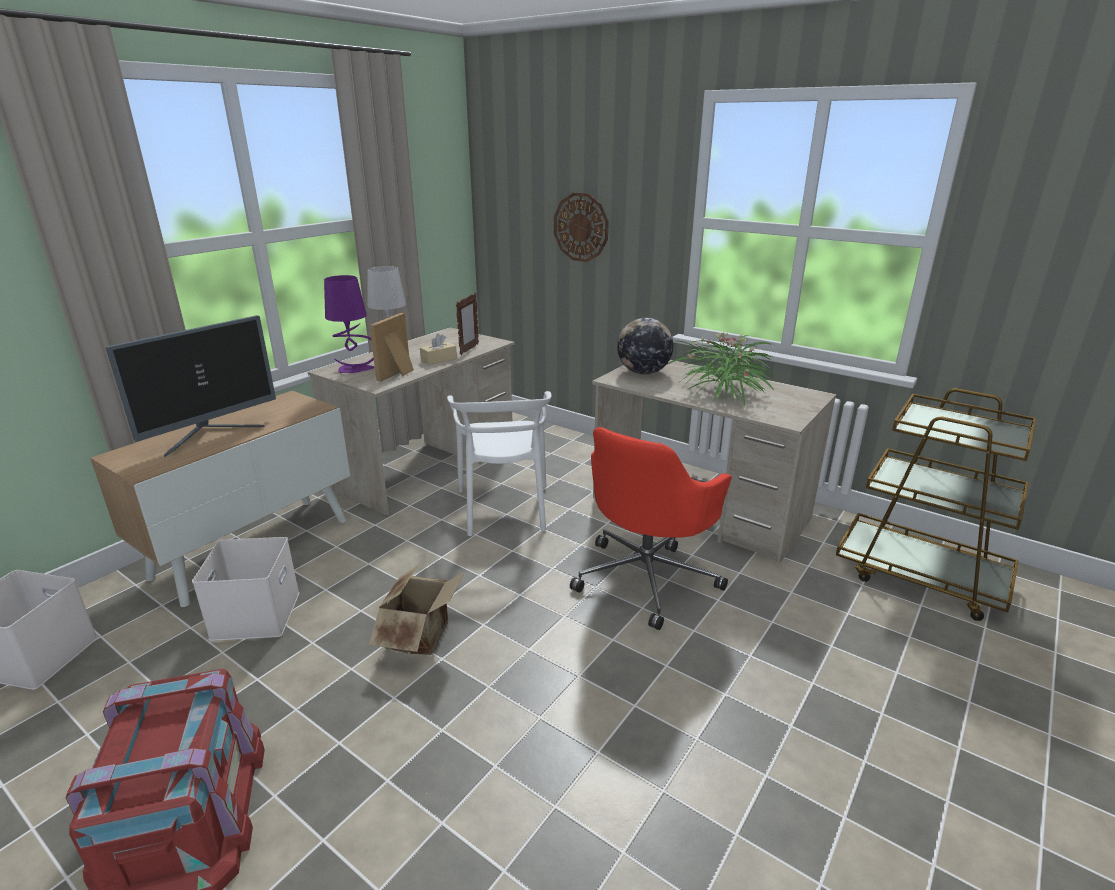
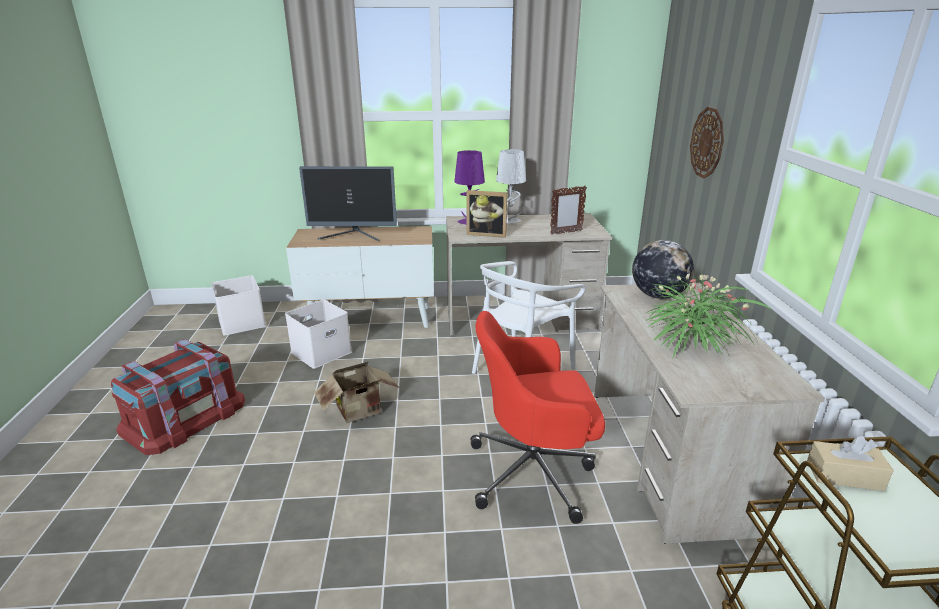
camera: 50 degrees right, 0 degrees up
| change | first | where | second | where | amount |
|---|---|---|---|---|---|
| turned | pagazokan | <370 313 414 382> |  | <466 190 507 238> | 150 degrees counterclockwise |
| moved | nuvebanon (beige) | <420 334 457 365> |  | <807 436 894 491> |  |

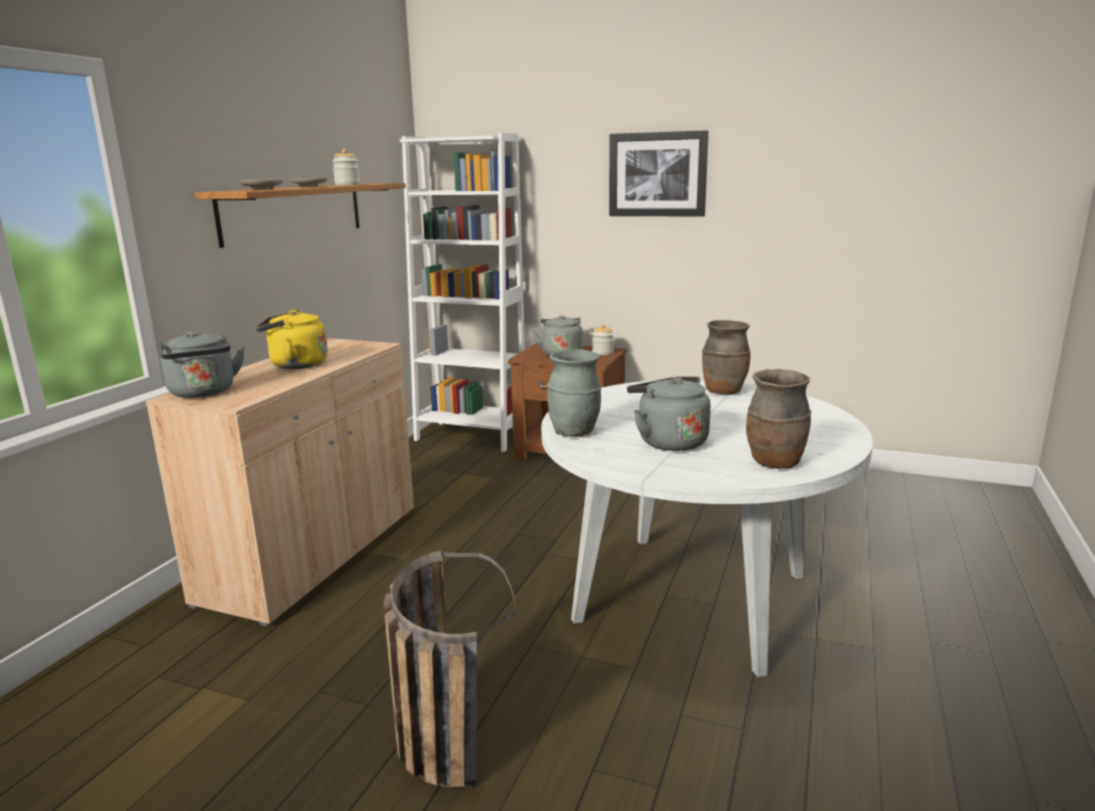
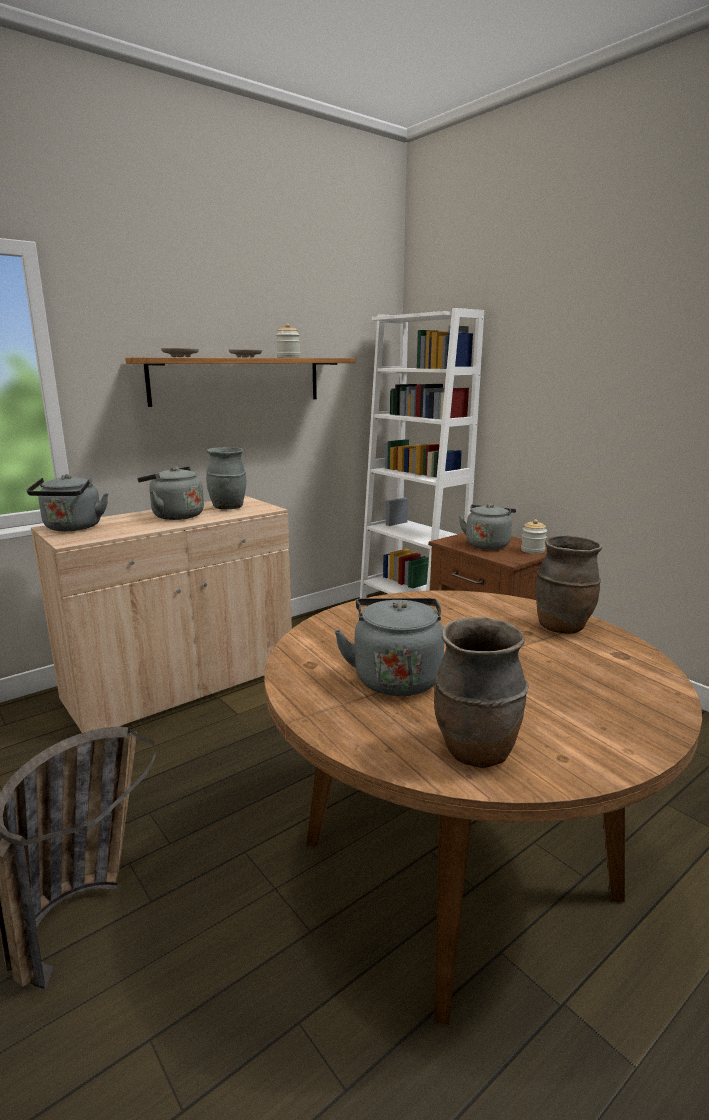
camera: 30 degrees right, 0 degrees up
| change | first | where | second | where | amount |
|---|---|---|---|---|---|
| recoloured | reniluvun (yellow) | <256 309 328 369> | reniluvun (grey) | <137 466 204 520> |  |
| moved | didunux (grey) | <547 349 601 437> |  | <206 447 246 509> |  |
| recoloured | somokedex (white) | <541 380 873 678> | somokedex (brown) | <264 590 702 1025> |  |
| removed | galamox | <609 130 709 217> |  |  |  |

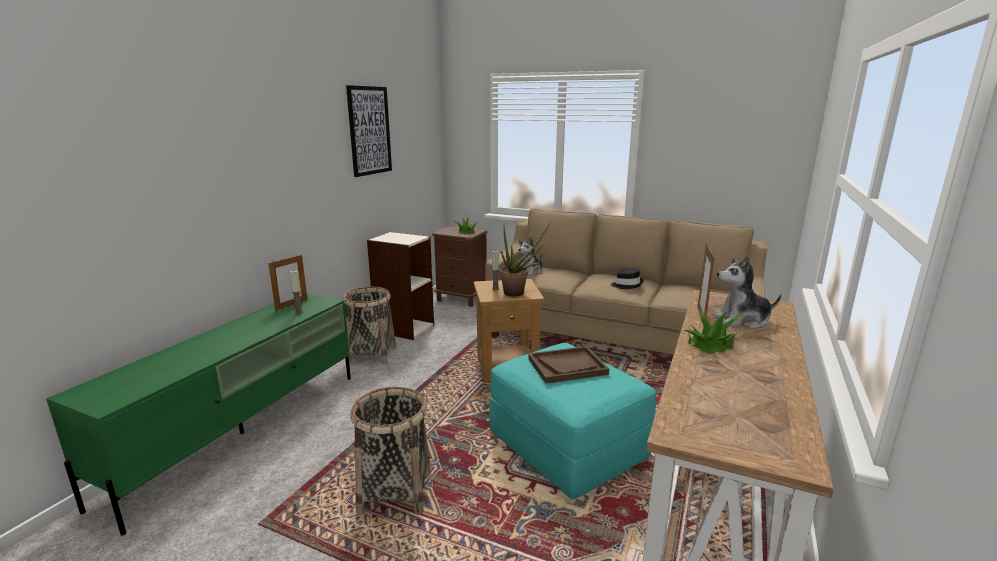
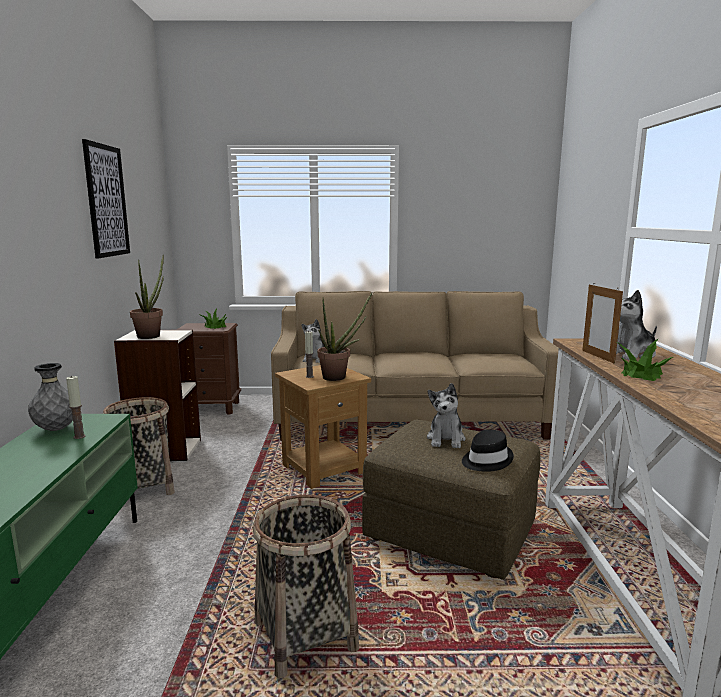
camera: 25 degrees left, 5 degrees down
| change | first | where | second | where | amount |
|---|---|---|---|---|---|
| replaced | pagazokan | <268 254 308 311> | didunux (grey) | <28 363 73 431> |  |
| added |  |  | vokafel | <130 254 164 339> |  |
| recoloured | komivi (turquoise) | <489 343 656 500> | komivi (brown) | <362 420 540 580> |  |
| replaced | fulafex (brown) | <528 346 609 384> | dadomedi | <427 383 466 448> |  |
| moved | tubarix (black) | <611 267 644 289> |  | <462 430 514 472> |  |

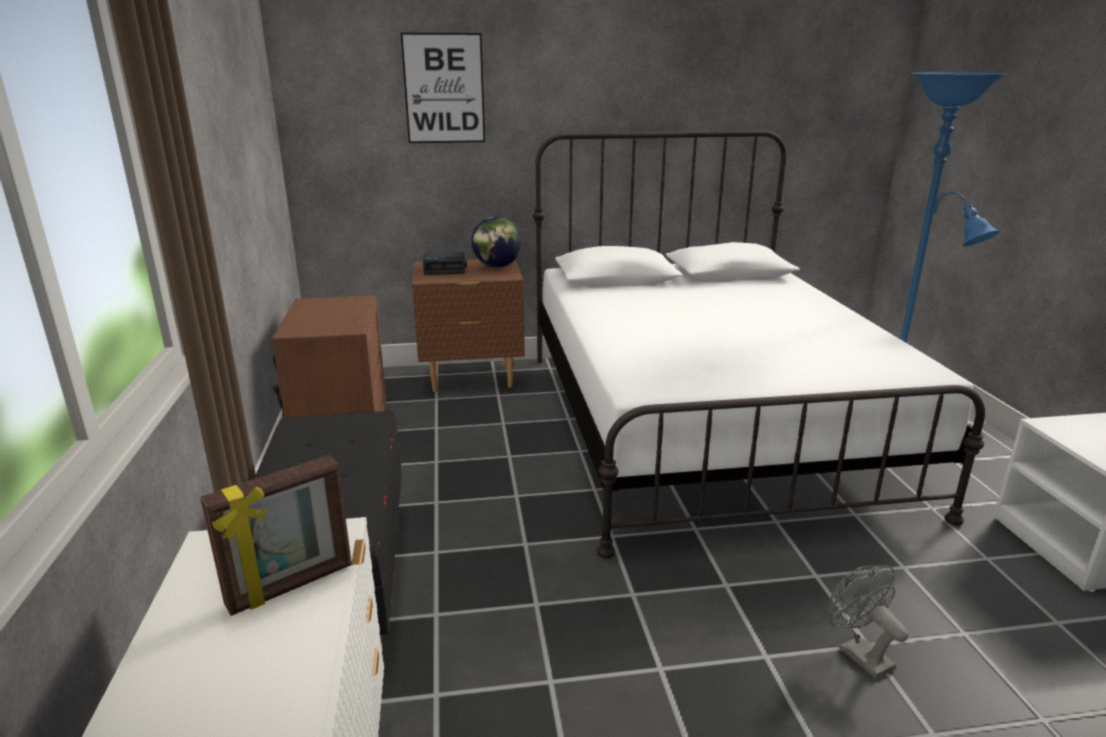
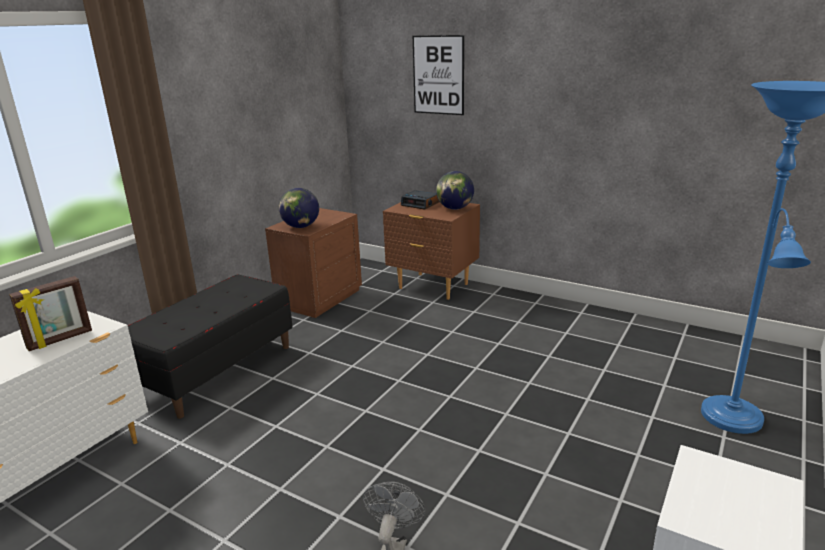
camera: 40 degrees right, 0 degrees up
| change | first | where | second | where | amount |
|---|---|---|---|---|---|
| turned | pagazokan | <200 455 352 616> |  | <9 276 92 351> | 45 degrees counterclockwise |
| added |  |  | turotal | <279 188 319 228> |  |
| removed | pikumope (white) | <533 130 985 558> |  |  |  |

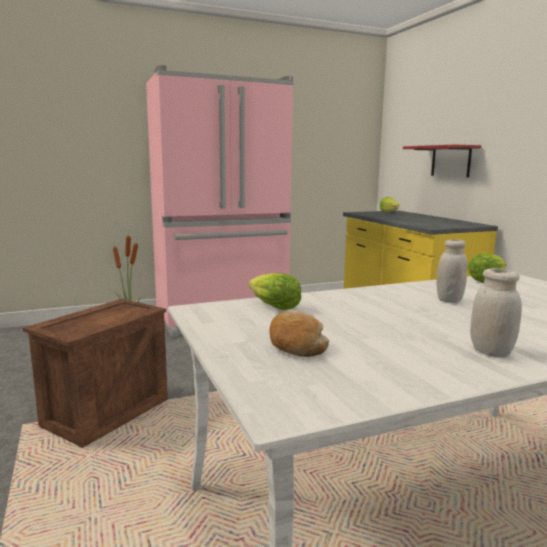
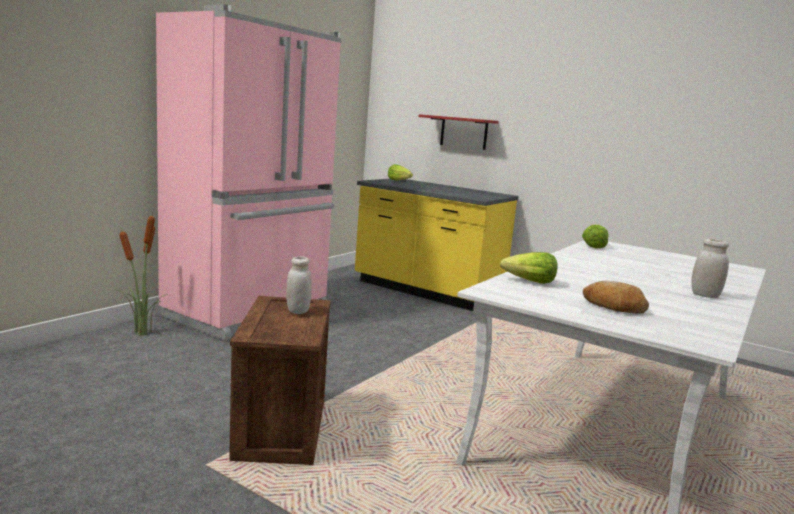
camera: 35 degrees left, 0 degrees up
| change | first | where | second | where | amount |
|---|---|---|---|---|---|
| moved | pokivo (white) | <436 239 467 303> |  | <286 256 312 314> |  |

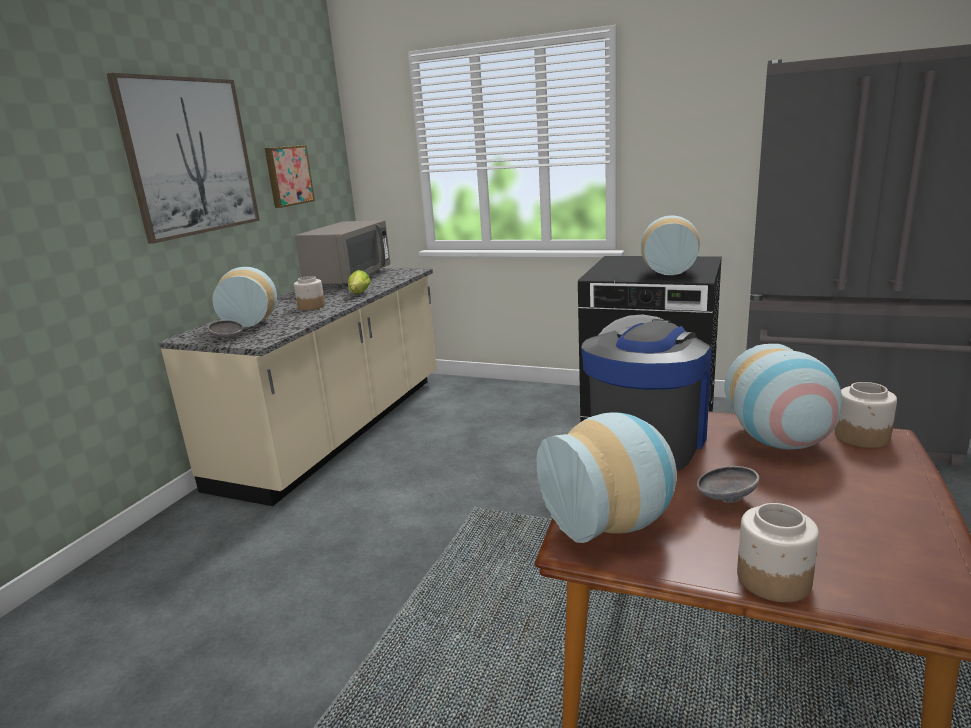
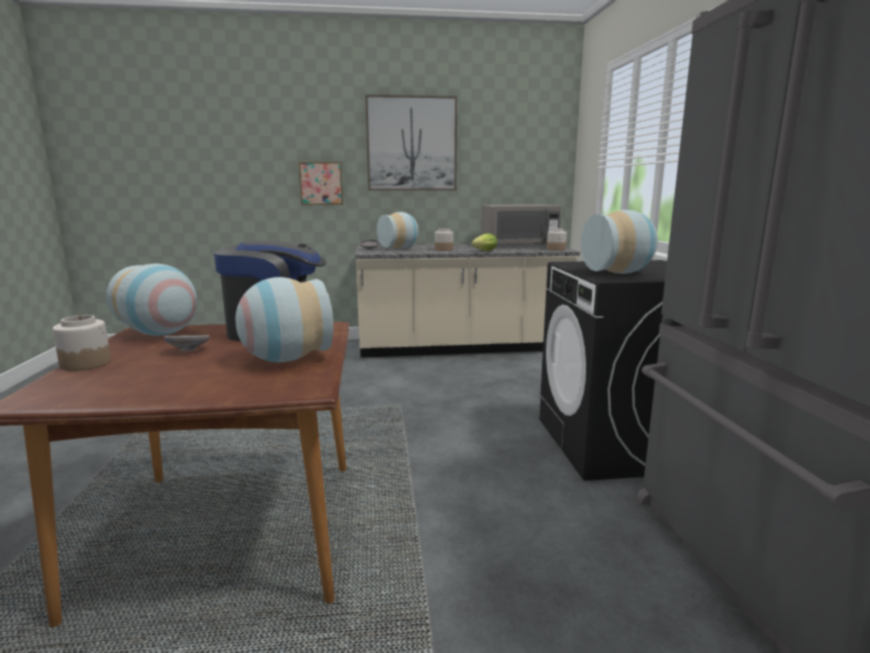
camera: 60 degrees right, 5 degrees down
| change | first | where | second | where | amount |
|---|---|---|---|---|---|
| moved | galamox | <265 145 315 208> |  | <299 162 343 205> |  |
| moved | pokivo | <835 382 897 448> |  | <547 229 567 251> |  |

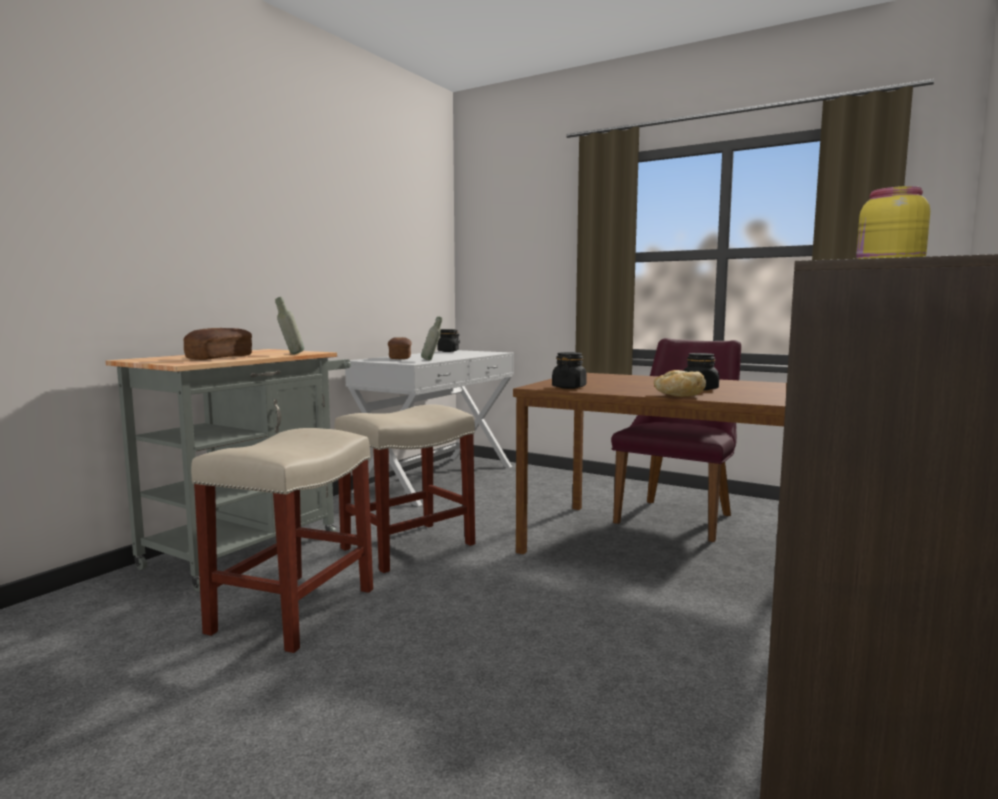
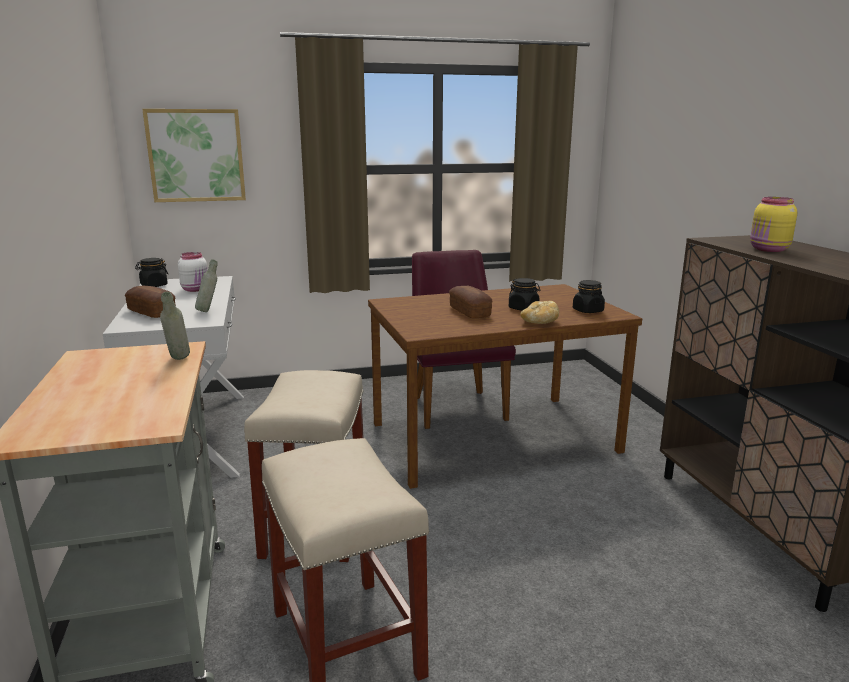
camera: 45 degrees left, 10 degrees up
| change | first | where | second | where | amount |
|---|---|---|---|---|---|
| added |  |  | galamox | <142 109 246 202> |  |
| added |  |  | pokivo (white) | <178 252 207 292> |  |
| moved | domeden | <184 328 252 360> |  | <449 286 492 318> |  |
| moved | pokivo (black) | <552 352 587 389> |  | <573 280 605 313> |  |

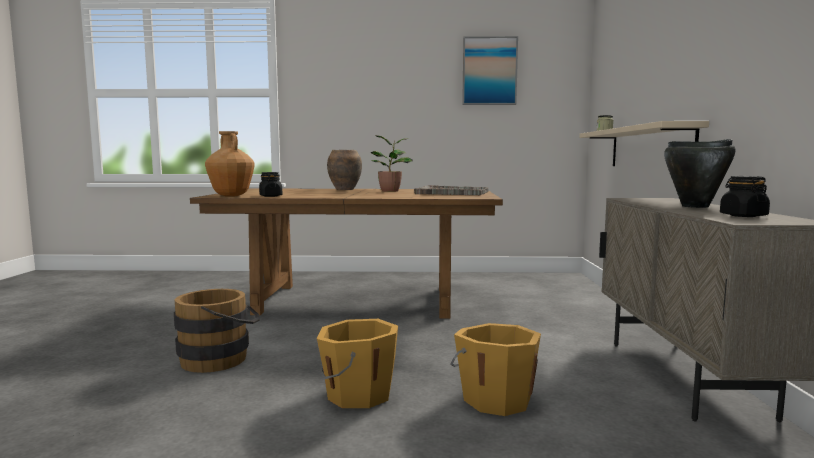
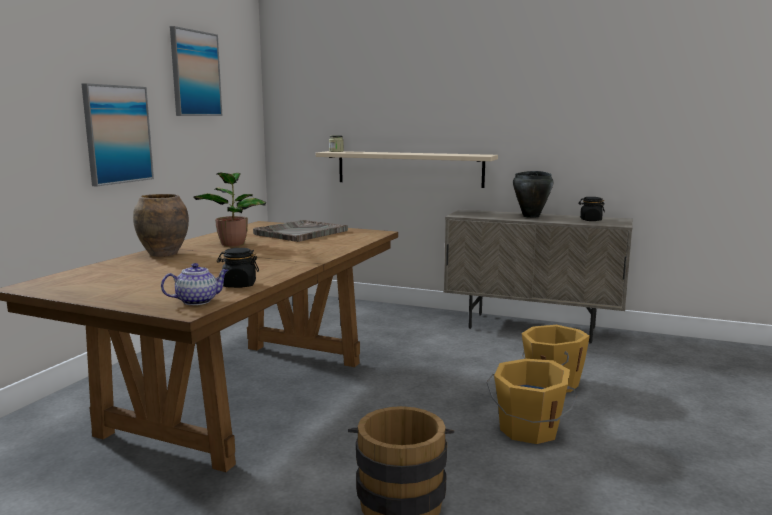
camera: 70 degrees left, 5 degrees up
| change | first | where | second | where | amount |
|---|---|---|---|---|---|
| added |  |  | galamox | <81 83 154 186> |  |
| replaced | didunux (brown) | <205 131 255 197> | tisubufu | <161 263 229 305> |  |

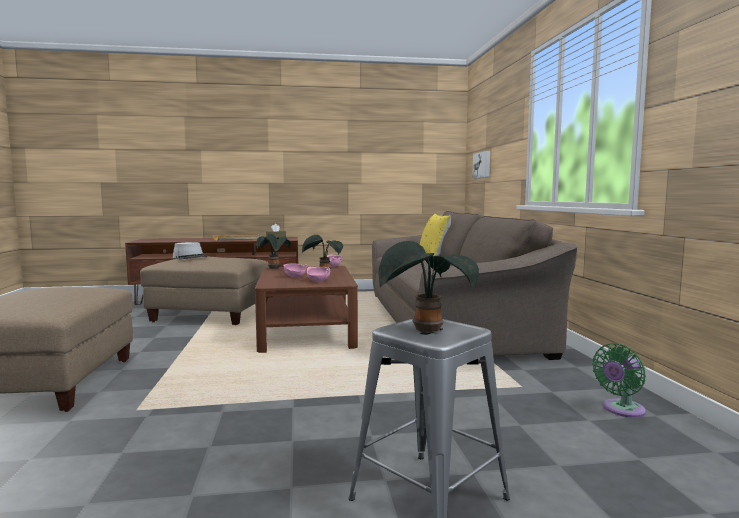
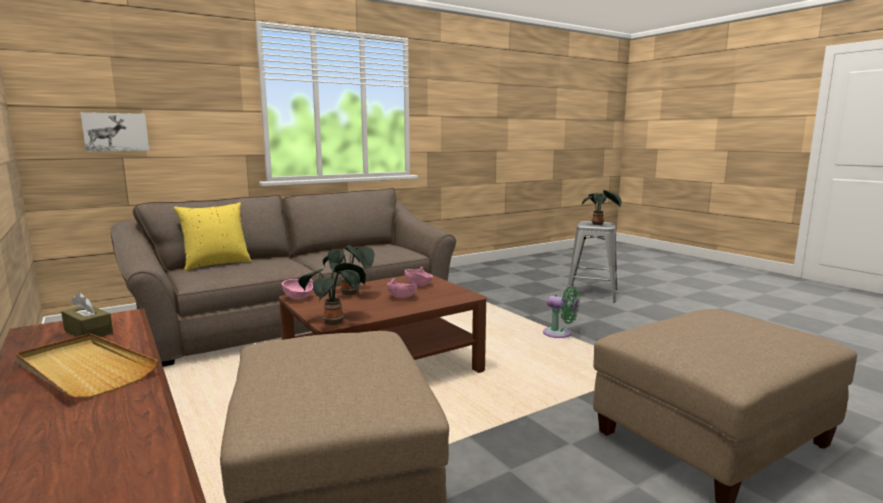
camera: 115 degrees left, 5 degrees up
| change | first | where | second | where | amount |
|---|---|---|---|---|---|
| moved | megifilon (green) | <592 343 646 418> |  | <543 286 580 338> |  |
| removed | tubarix (grey) | <173 242 207 260> |  |  |  |

